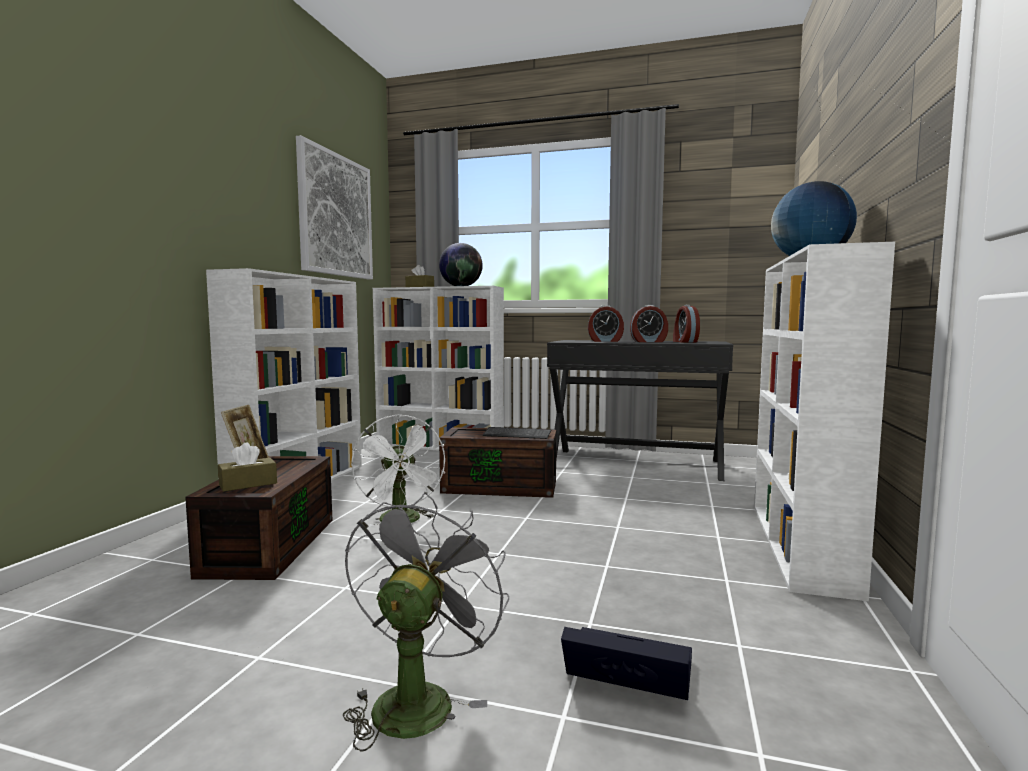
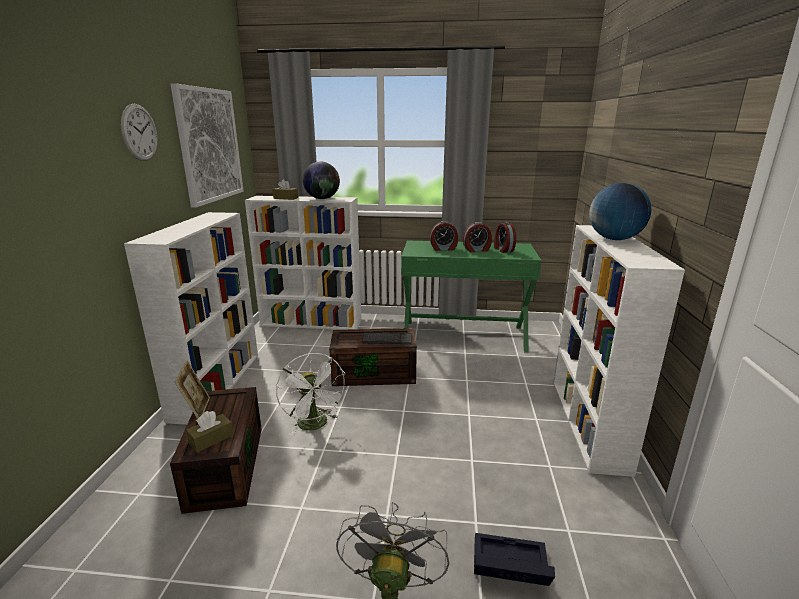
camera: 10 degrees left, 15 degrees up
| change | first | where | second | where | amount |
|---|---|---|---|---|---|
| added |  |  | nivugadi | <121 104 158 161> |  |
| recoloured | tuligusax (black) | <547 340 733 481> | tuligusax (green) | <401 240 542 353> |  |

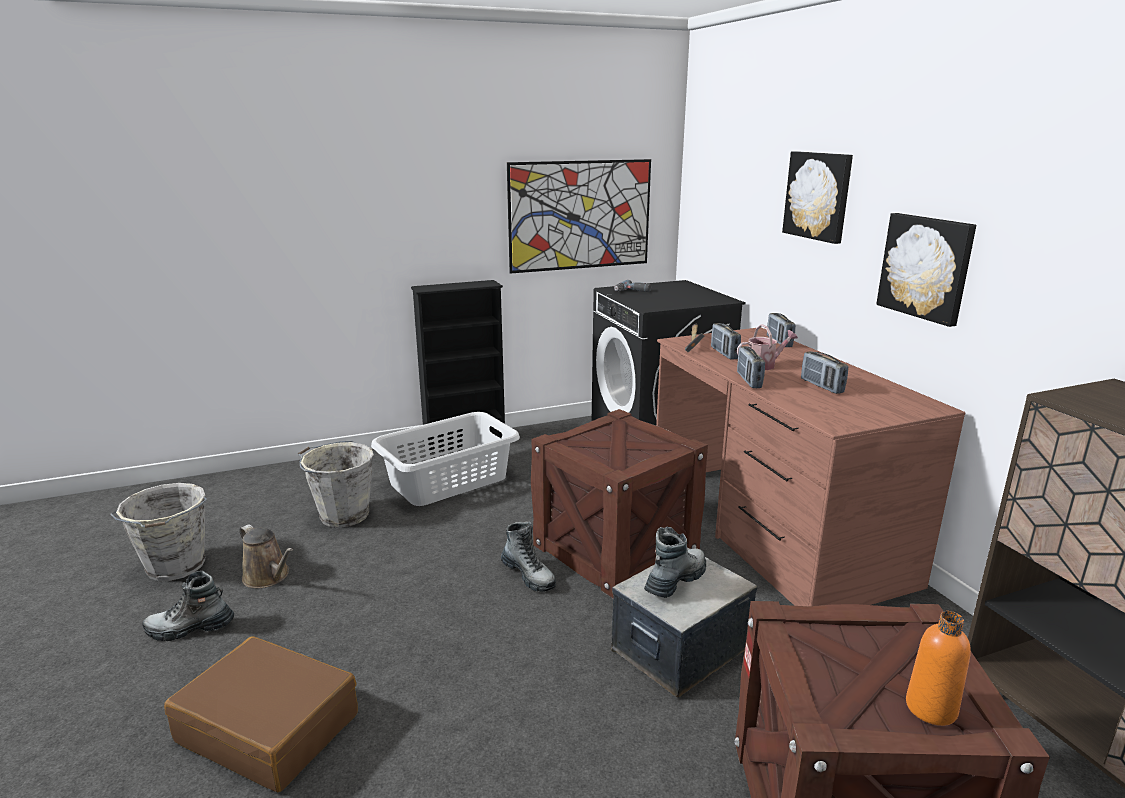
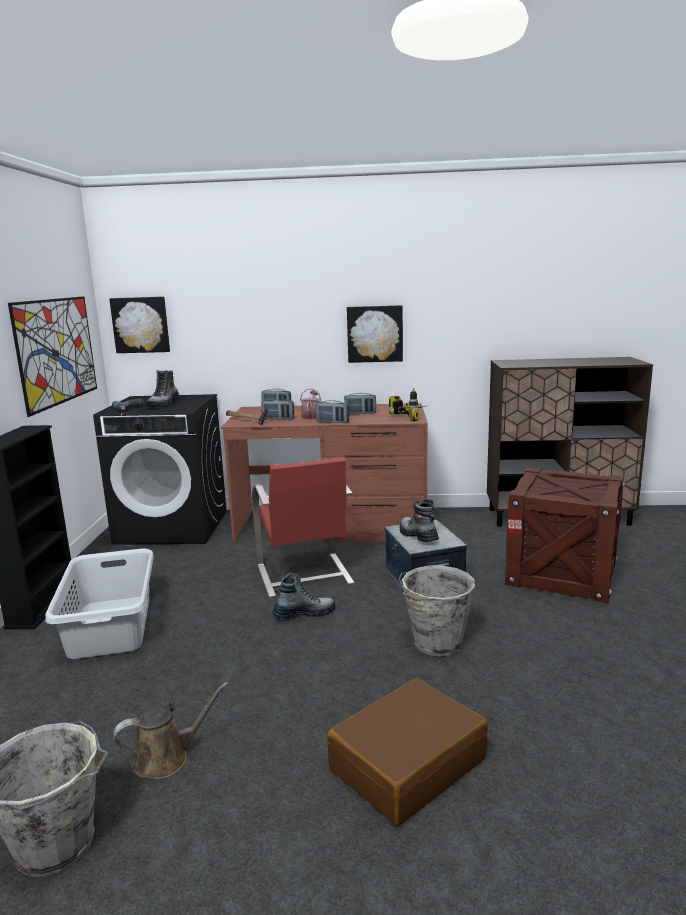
camera: 65 degrees left, 5 degrees down
| change | first | where | second | where | amount |
|---|---|---|---|---|---|
| moved | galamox | <782 151 853 244> |  | <109 297 170 353> |  |
| moved | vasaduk | <142 571 235 641> |  | <146 370 180 407> |  |
| replaced | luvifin | <531 409 708 598> | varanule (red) | <252 457 355 598> |  |
| added |  |  | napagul | <389 388 429 421> |  |
| moved | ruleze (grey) | <298 441 374 528> |  | <399 566 475 657> |  |
| removed | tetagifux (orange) | <906 611 971 726> |  |  |  |

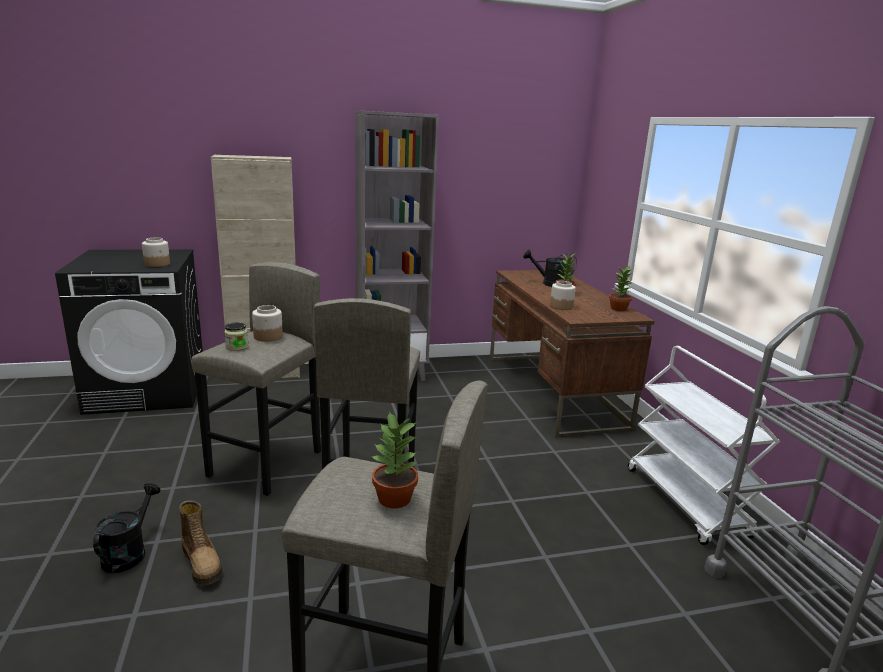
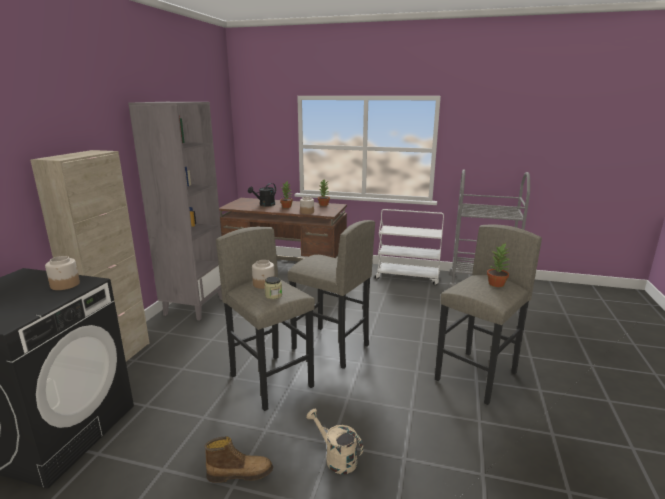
camera: 60 degrees left, 0 degrees up
| change | first | where | second | where | amount |
|---|---|---|---|---|---|
| moved | vasaduk | <179 500 223 585> |  | <205 436 273 483> |  |
| recoloured | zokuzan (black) | <93 483 161 573> | zokuzan (beige) | <306 409 363 474> |  |

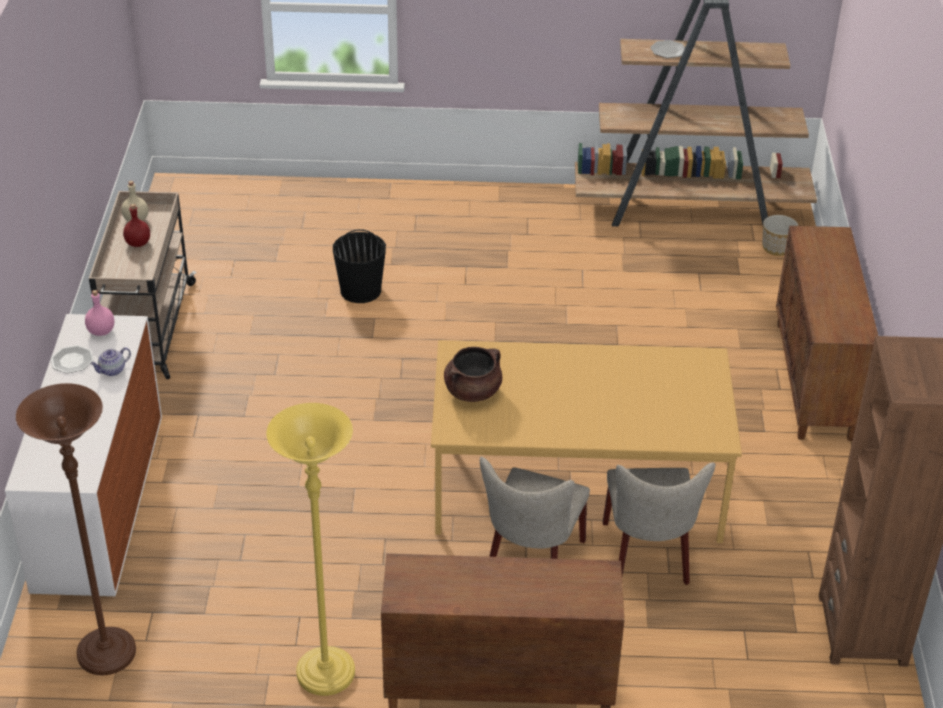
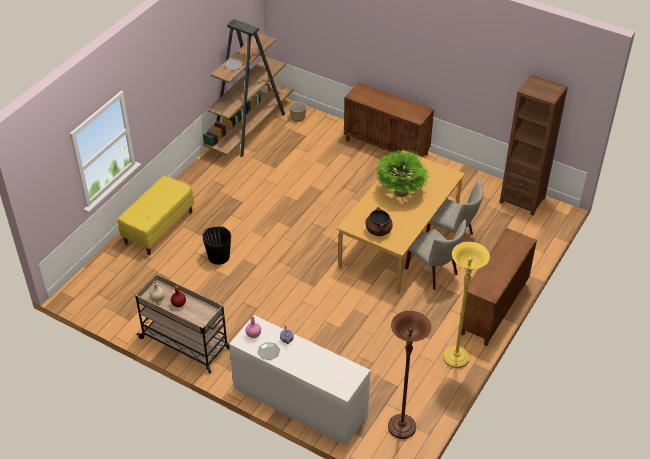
camera: 60 degrees left, 5 degrees up
| change | first | where | second | where | amount |
|---|---|---|---|---|---|
| added |  |  | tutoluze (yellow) | <118 175 194 255> |  |
| added |  |  | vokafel | <376 151 431 197> |  |

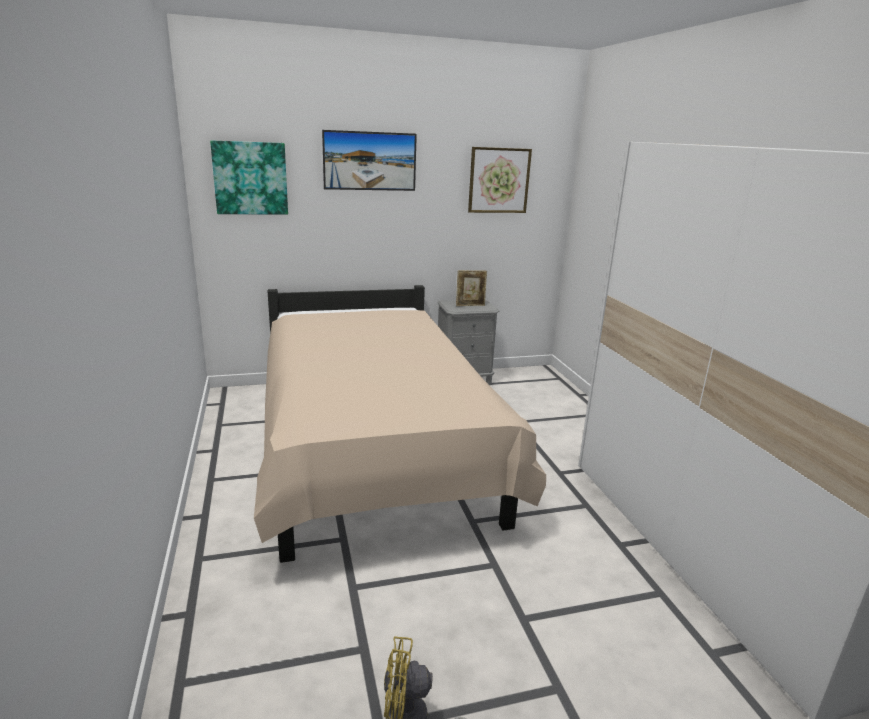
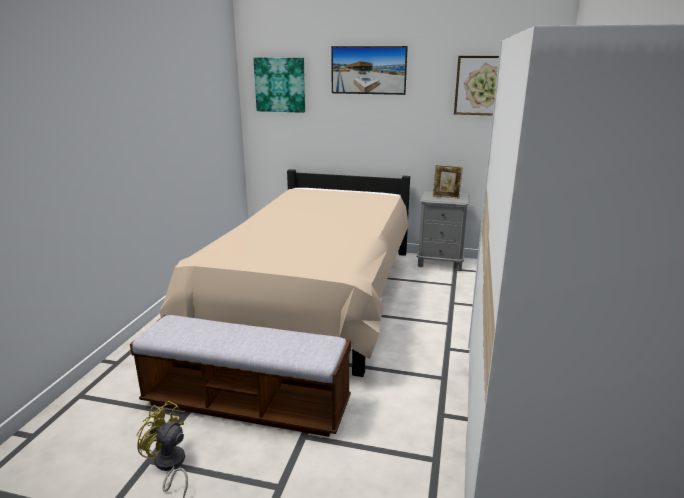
camera: 30 degrees right, 0 degrees up
| change | first | where | second | where | amount |
|---|---|---|---|---|---|
| added |  |  | tutoluze | <130 315 351 437> |  |

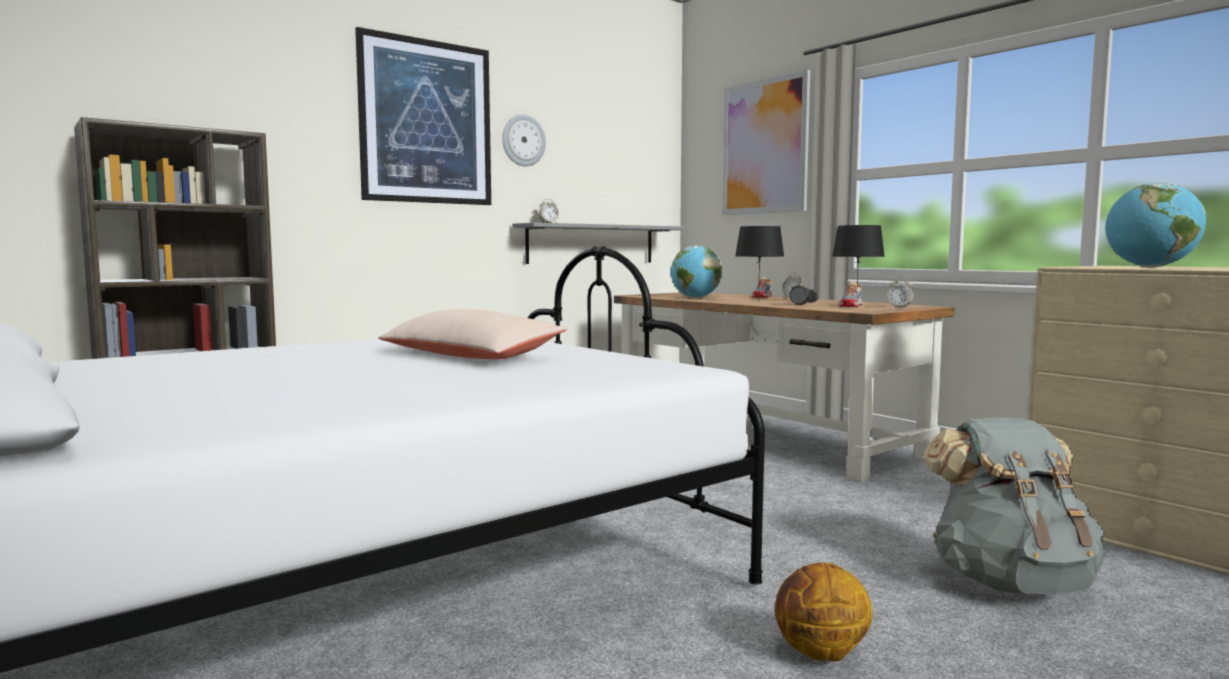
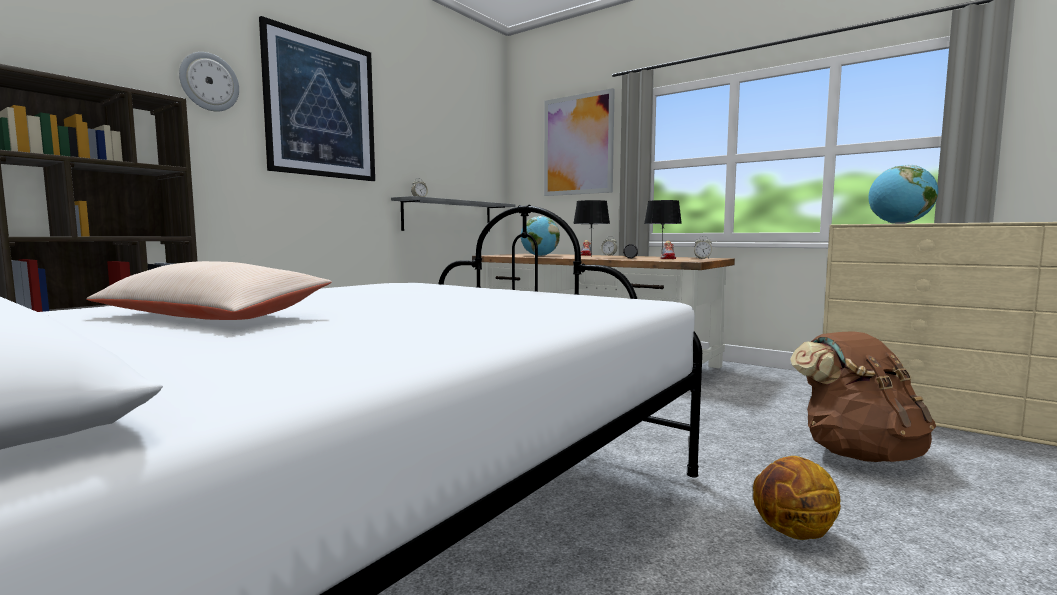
camera: 15 degrees left, 0 degrees up
| change | first | where | second | where | amount |
|---|---|---|---|---|---|
| moved | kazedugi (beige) | <379 309 567 359> |  | <86 261 332 320> |  |
| moved | nivugadi | <502 114 546 166> |  | <179 52 239 112> |  |
| recoloured | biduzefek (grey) | <923 418 1106 594> | biduzefek (brown) | <790 331 936 462> |  |

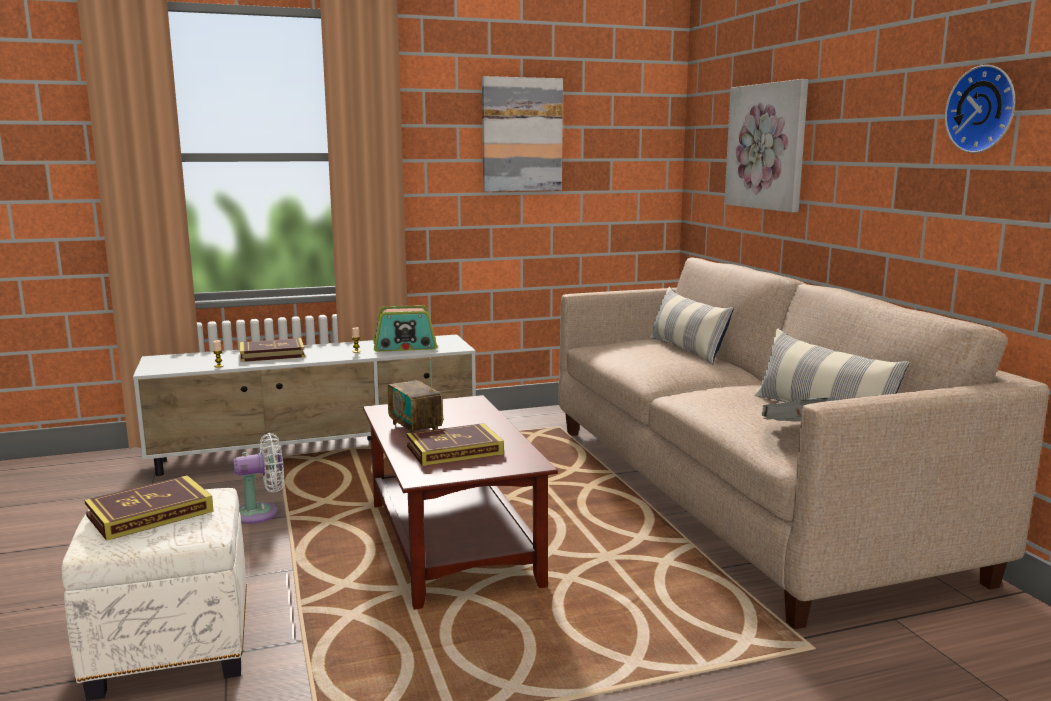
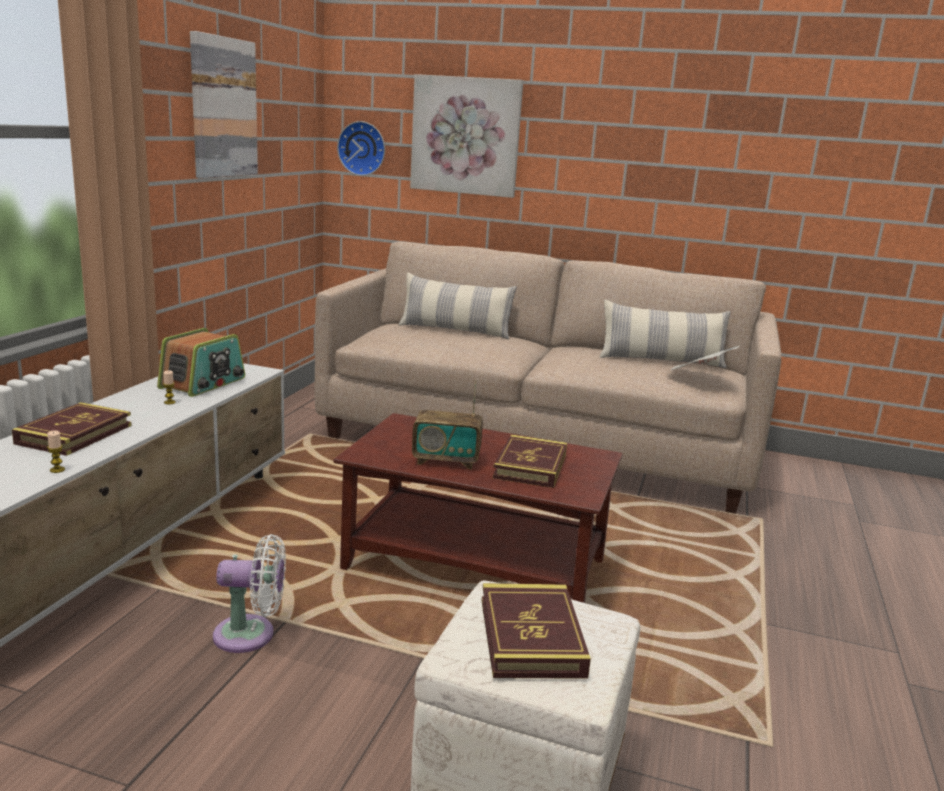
camera: 55 degrees left, 5 degrees up
| change | first | where | second | where | amount |
|---|---|---|---|---|---|
| turned | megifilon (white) | <233 433 284 524> |  | <213 534 286 653> | 75 degrees clockwise |
| moved | nivugadi | <945 65 1015 153> |  | <337 121 385 176> |  |

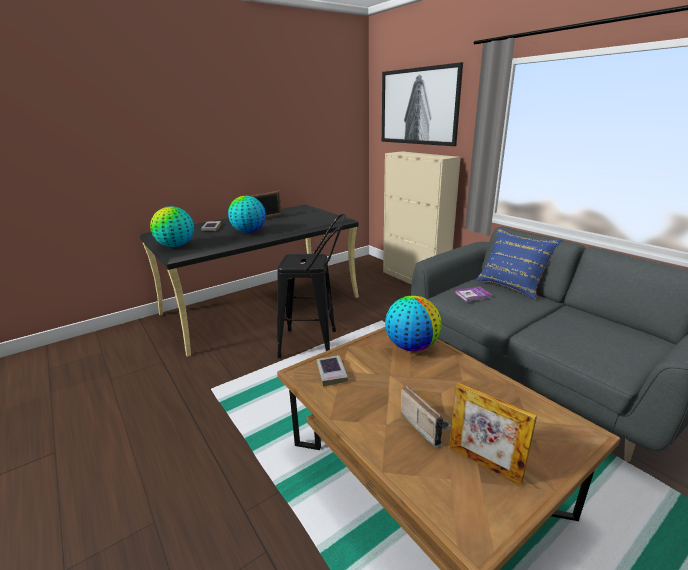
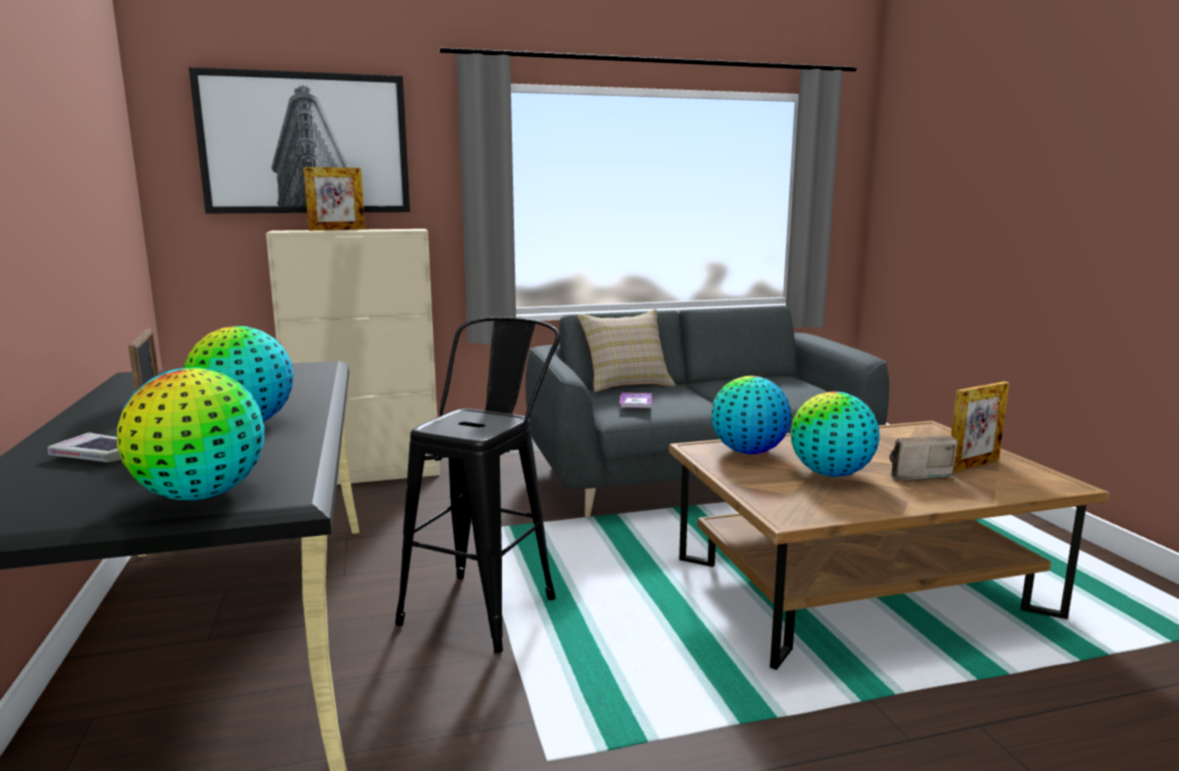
camera: 70 degrees left, 10 degrees down
| change | first | where | second | where | amount |
|---|---|---|---|---|---|
| added |  |  | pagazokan | <303 167 365 231> |  |
| recoloured | kazedugi (blue) | <476 227 562 300> | kazedugi (beige) | <577 309 676 392> |  |
| added |  |  | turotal | <791 392 880 477> |  |
| removed | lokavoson | <316 355 348 387> |  |  |  |

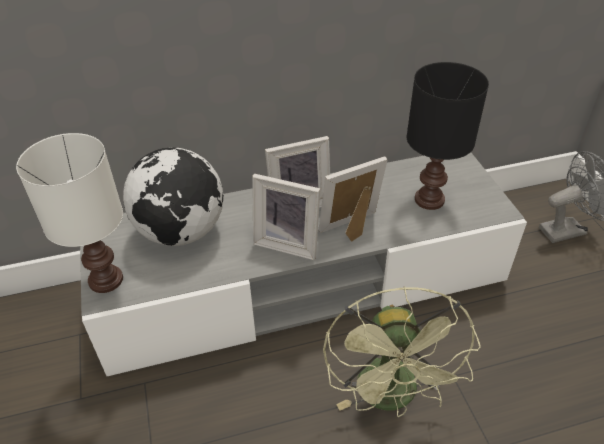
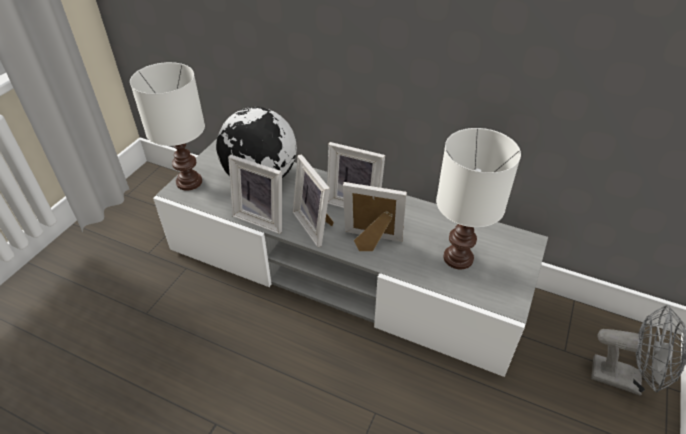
camera: 40 degrees right, 0 degrees up
| change | first | where | second | where | amount |
|---|---|---|---|---|---|
| added |  |  | pagazokan | <228 155 282 234> |  |
| recoloured | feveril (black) | <407 62 489 210> | feveril (white) | <436 128 521 269> |  |
| removed | megifilon (green) | <323 287 481 417> |  |  |  |

